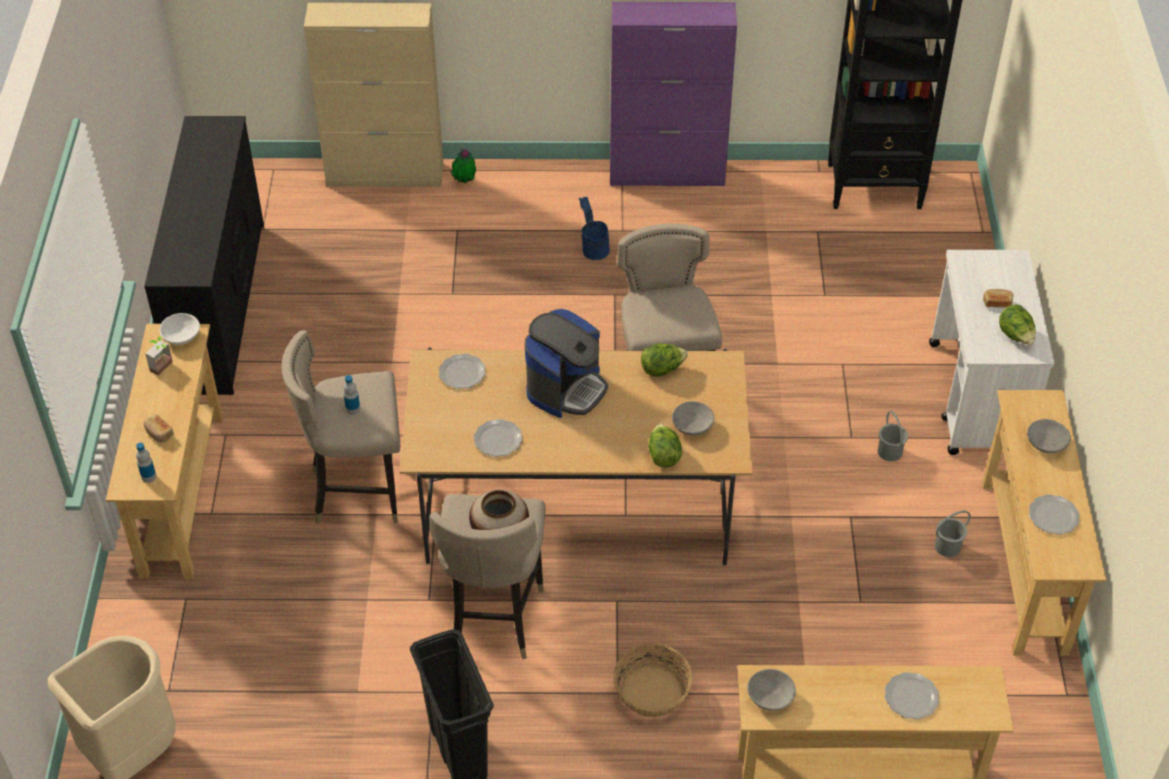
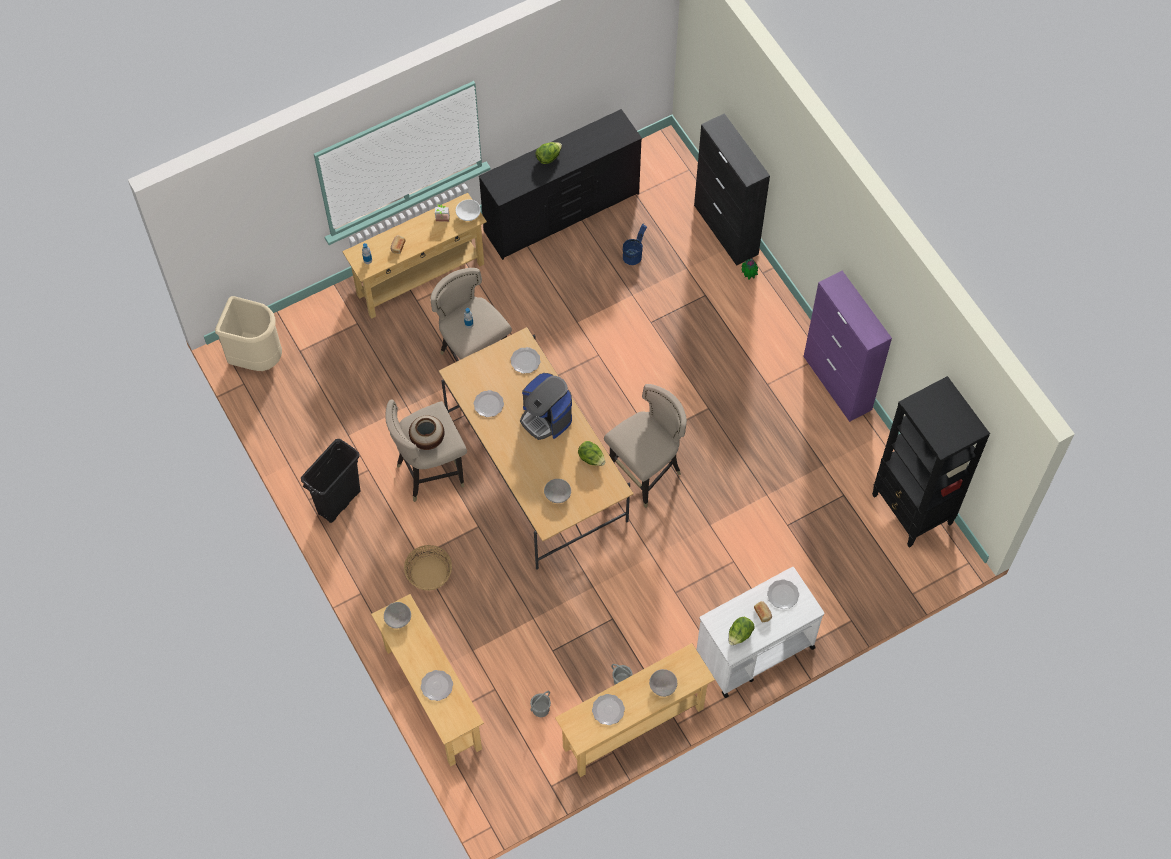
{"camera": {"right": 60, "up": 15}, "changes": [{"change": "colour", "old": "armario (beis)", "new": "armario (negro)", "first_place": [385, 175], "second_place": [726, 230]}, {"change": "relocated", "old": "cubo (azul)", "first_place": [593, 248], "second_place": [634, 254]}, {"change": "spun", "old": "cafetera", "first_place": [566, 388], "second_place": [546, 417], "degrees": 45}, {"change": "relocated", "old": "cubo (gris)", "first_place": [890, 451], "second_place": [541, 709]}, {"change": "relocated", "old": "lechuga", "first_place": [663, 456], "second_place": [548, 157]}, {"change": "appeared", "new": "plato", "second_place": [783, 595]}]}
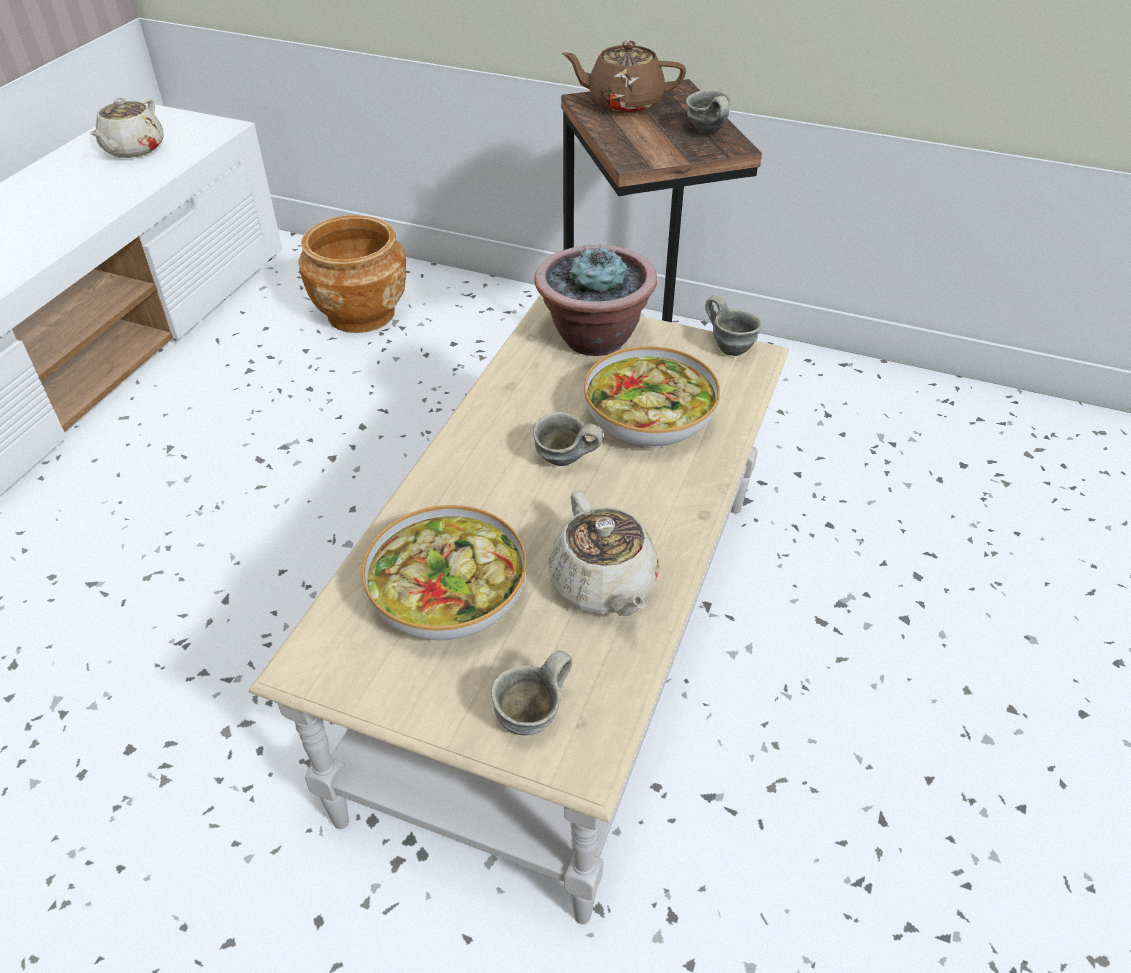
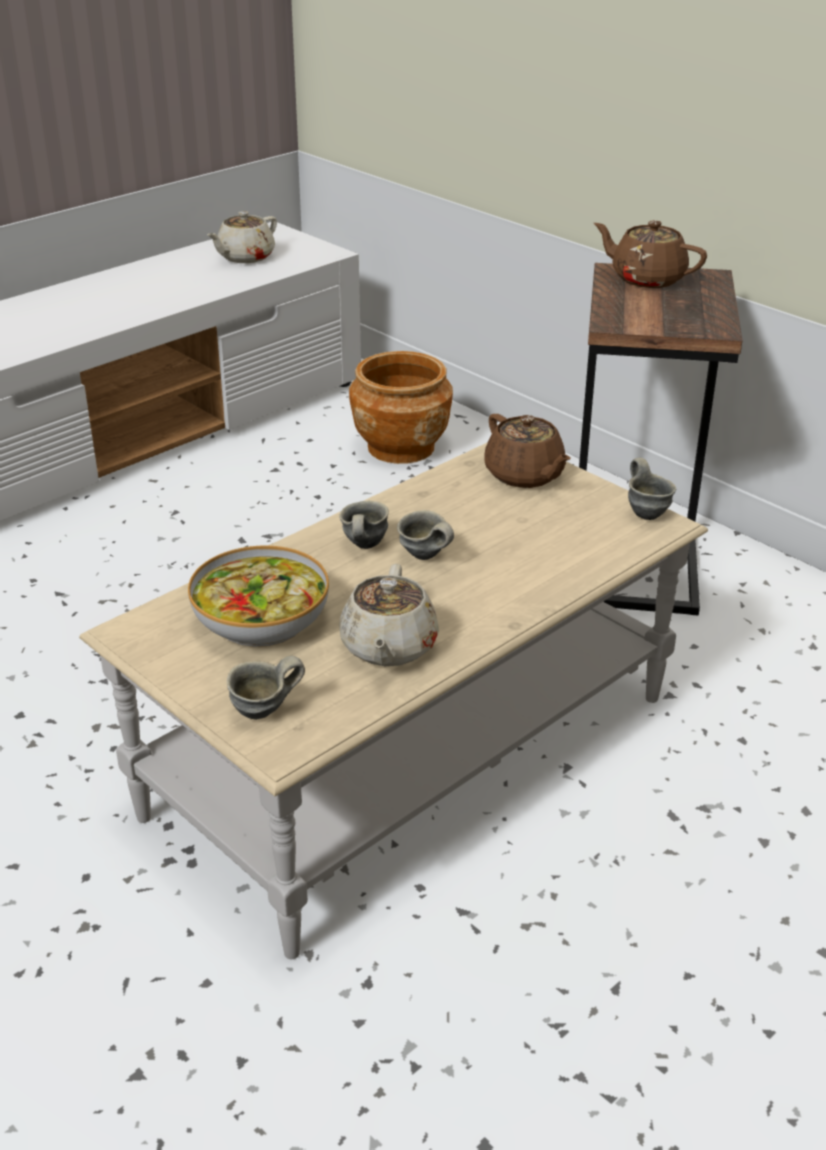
{"camera": {"right": 25, "up": -10}, "changes": [{"change": "relocated", "old": "taza grande (gris)", "first_place": [705, 133], "second_place": [361, 546]}, {"change": "exchanged", "old": "planta en maceta", "new": "tetera (marrón)", "first_place": [593, 337], "second_place": [525, 475]}, {"change": "missing", "old": "cuenco", "first_place": [649, 418]}]}
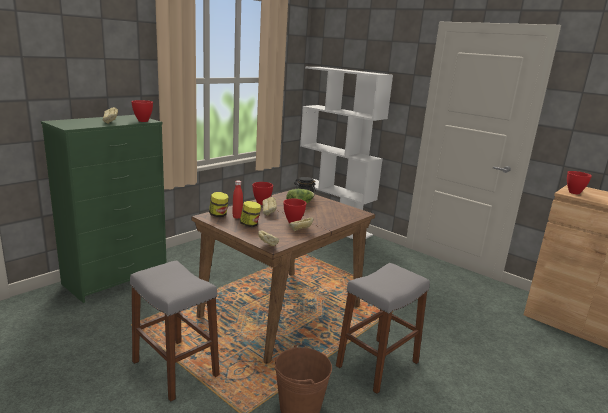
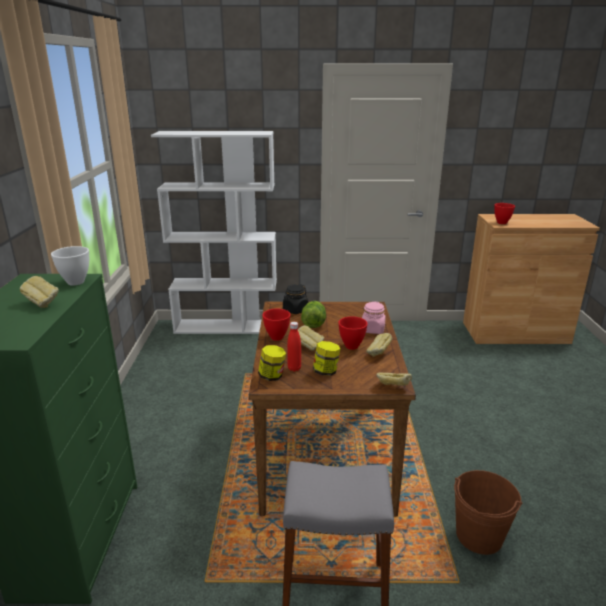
{"camera": {"right": -40, "up": 5}, "changes": [{"change": "colour", "old": "cuenco (rojo)", "new": "cuenco (blanco)", "first_place": [143, 121], "second_place": [76, 282]}, {"change": "missing", "old": "taburete (gris)", "first_place": [377, 364]}, {"change": "appeared", "new": "tarro (rosa)", "second_place": [373, 329]}]}
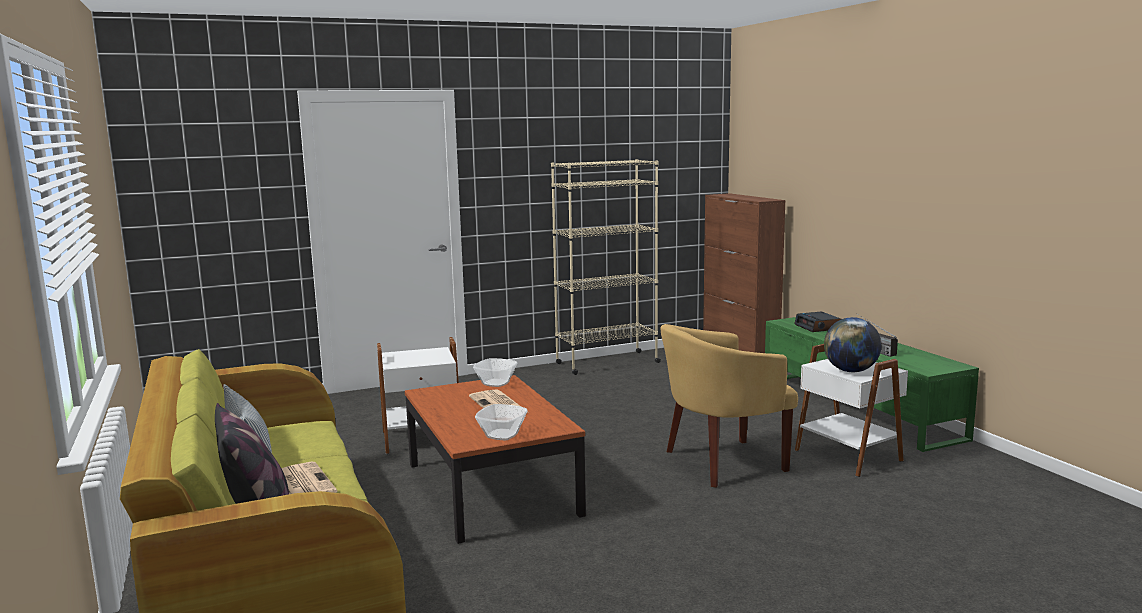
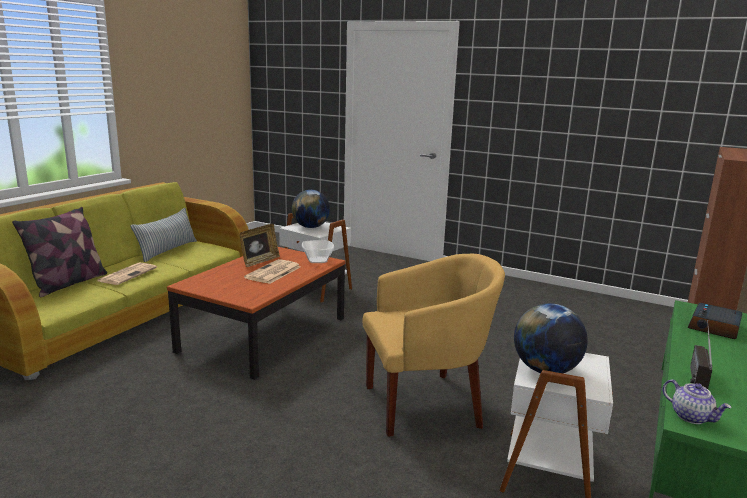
{"camera": {"right": 50, "up": 5}, "changes": [{"change": "missing", "old": "estantería (beis)", "first_place": [607, 363]}, {"change": "spun", "old": "sillón (amarillo)", "first_place": [721, 462], "second_place": [426, 404], "degrees": 135}, {"change": "missing", "old": "cuenco", "first_place": [501, 435]}, {"change": "appeared", "new": "globo terráqueo", "second_place": [310, 227]}, {"change": "appeared", "new": "portarretratos", "second_place": [259, 261]}, {"change": "appeared", "new": "tetera", "second_place": [691, 417]}]}
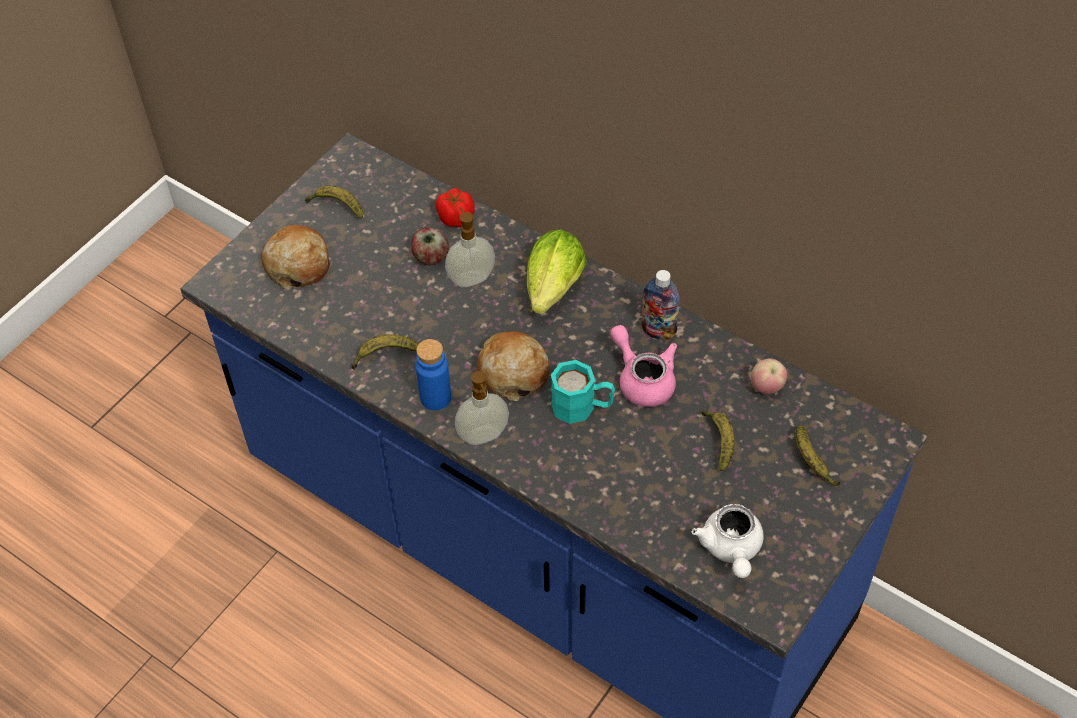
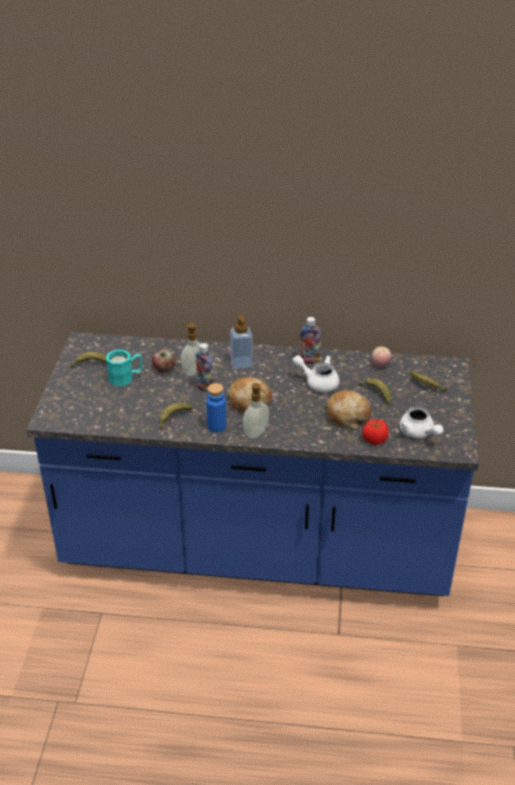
{"camera": {"right": -30, "up": -15}, "changes": [{"change": "relocated", "old": "tomate", "first_place": [455, 218], "second_place": [374, 439]}, {"change": "relocated", "old": "pan", "first_place": [298, 264], "second_place": [347, 415]}, {"change": "exchanged", "old": "lechuga", "new": "dispensador de jabón", "first_place": [552, 292], "second_place": [241, 363]}, {"change": "colour", "old": "tetera (rosa)", "new": "tetera (blanco)", "first_place": [643, 379], "second_place": [318, 382]}, {"change": "relocated", "old": "taza grande (turquesa)", "first_place": [582, 407], "second_place": [126, 377]}, {"change": "appeared", "new": "botella", "second_place": [205, 387]}]}
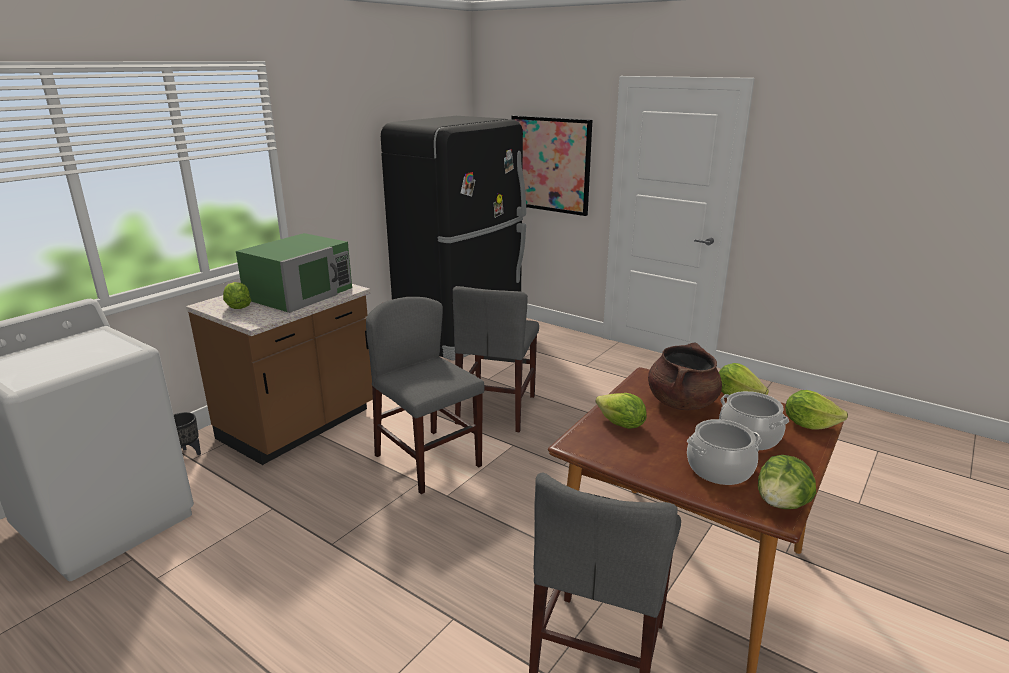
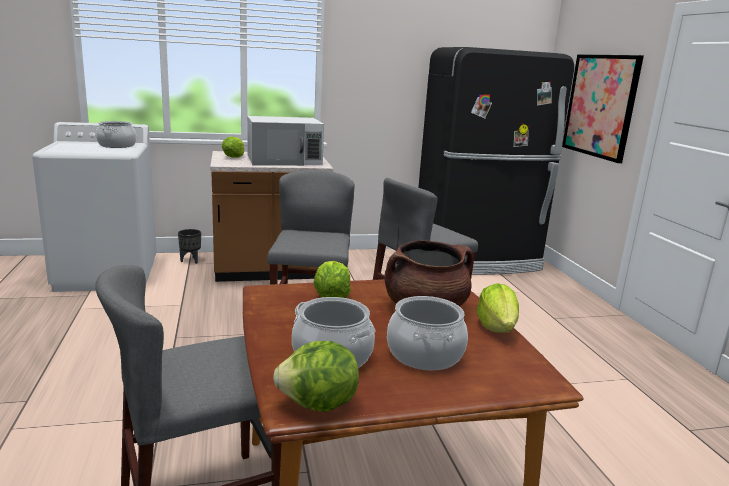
{"camera": {"right": 40, "up": -5}, "changes": [{"change": "colour", "old": "microondas (verde)", "new": "microondas (blanco)", "first_place": [300, 293], "second_place": [284, 160]}, {"change": "missing", "old": "lechuga", "first_place": [809, 425]}, {"change": "appeared", "new": "olla", "second_place": [117, 145]}]}
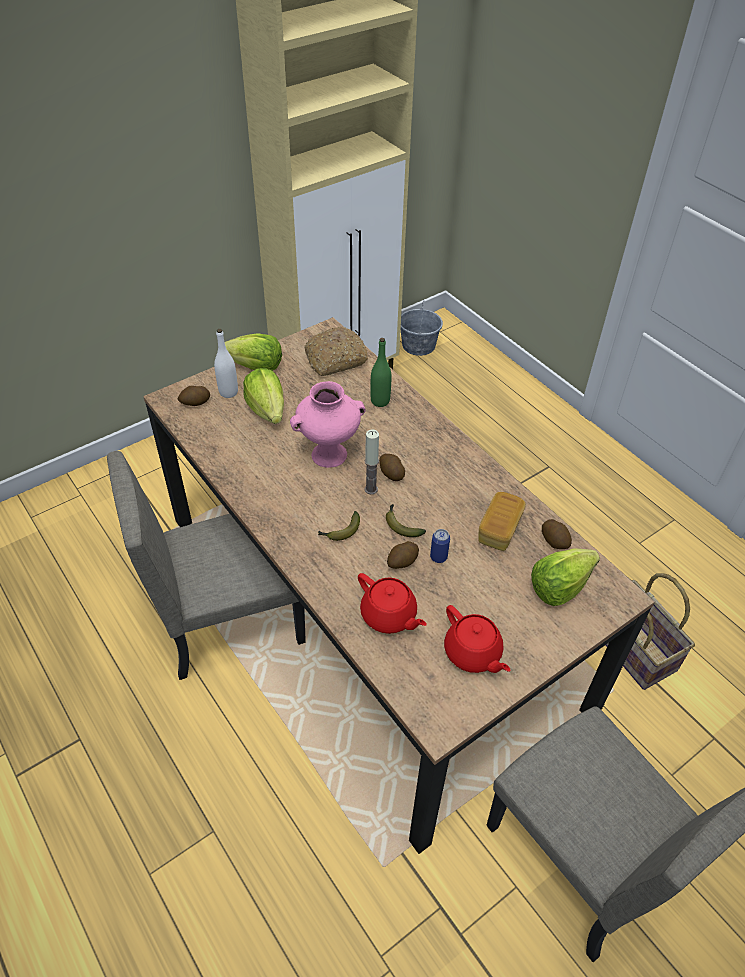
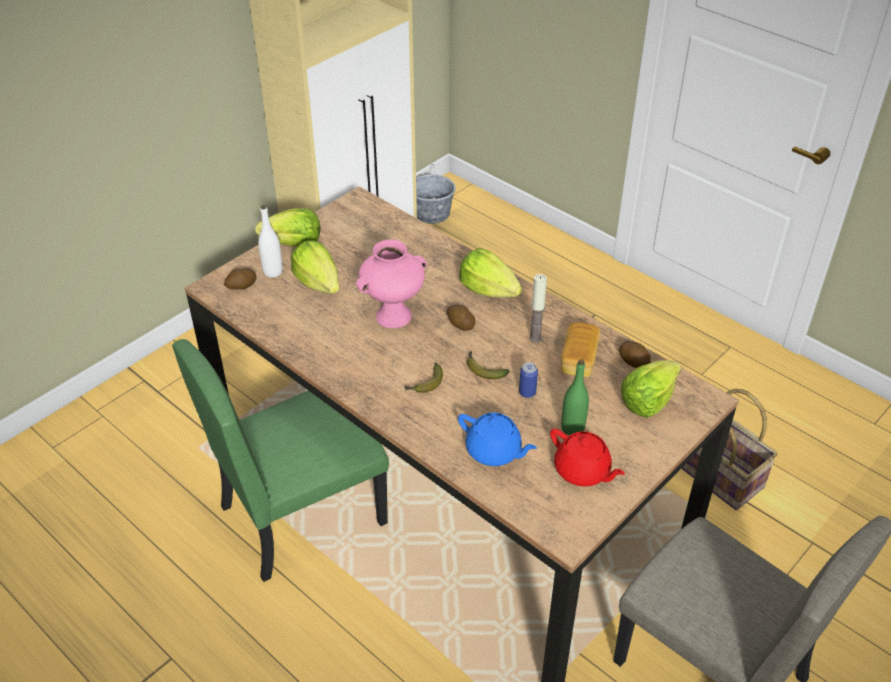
{"camera": {"right": -10, "up": -5}, "changes": [{"change": "missing", "old": "pan", "first_place": [335, 359]}, {"change": "relocated", "old": "botella (verde)", "first_place": [380, 401], "second_place": [572, 428]}, {"change": "relocated", "old": "vela", "first_place": [371, 489], "second_place": [535, 337]}, {"change": "colour", "old": "silla (beis)", "new": "silla (verde)", "first_place": [231, 619], "second_place": [302, 513]}, {"change": "missing", "old": "patata", "first_place": [402, 562]}, {"change": "colour", "old": "tetera (rojo)", "new": "tetera (azul)", "first_place": [389, 615], "second_place": [494, 451]}, {"change": "appeared", "new": "lechuga", "second_place": [488, 290]}]}
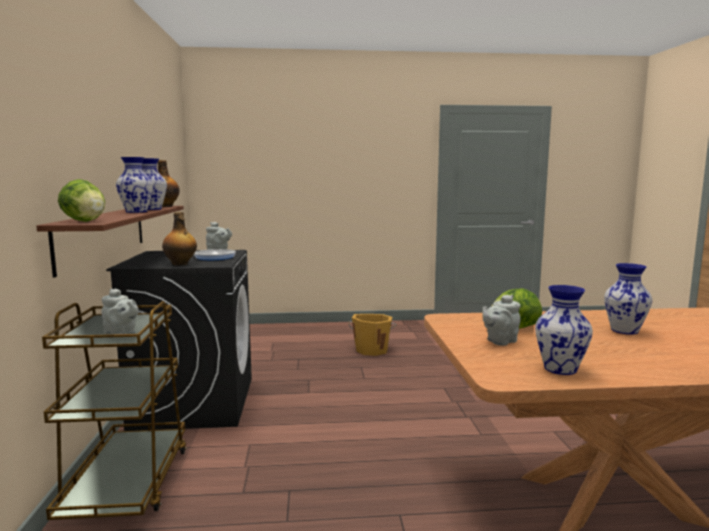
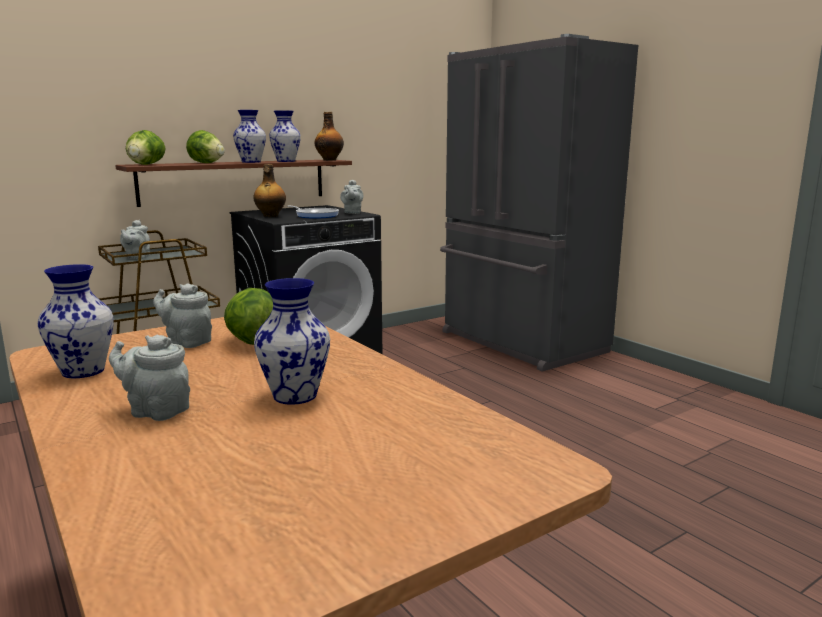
{"camera": {"right": 60, "up": 5}, "changes": [{"change": "missing", "old": "cubo (naranja)", "first_place": [372, 350]}, {"change": "appeared", "new": "nevera (gris)", "second_place": [520, 343]}, {"change": "appeared", "new": "lechuga", "second_place": [206, 163]}, {"change": "appeared", "new": "tetera (gris)", "second_place": [156, 411]}]}
